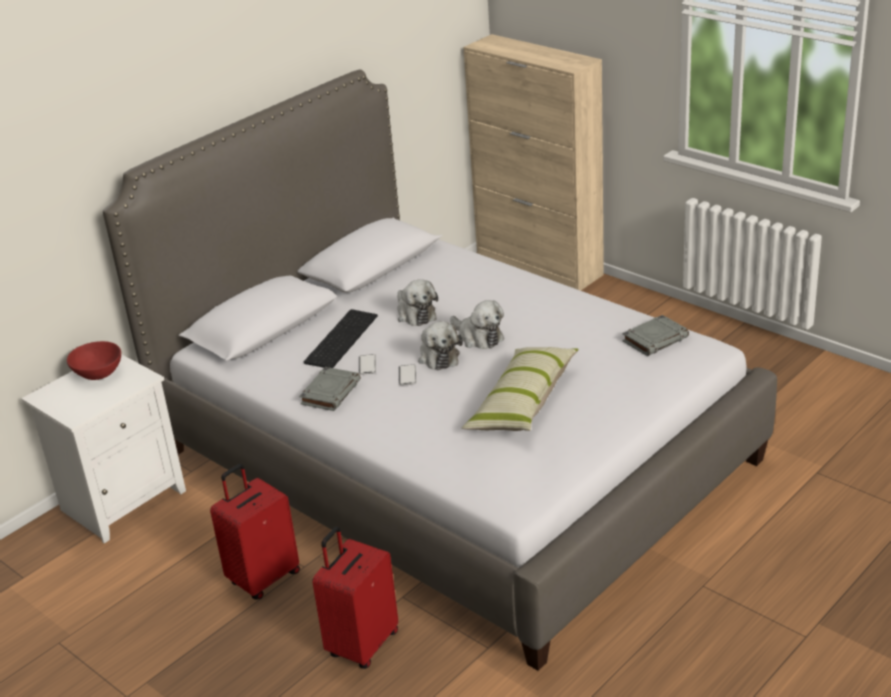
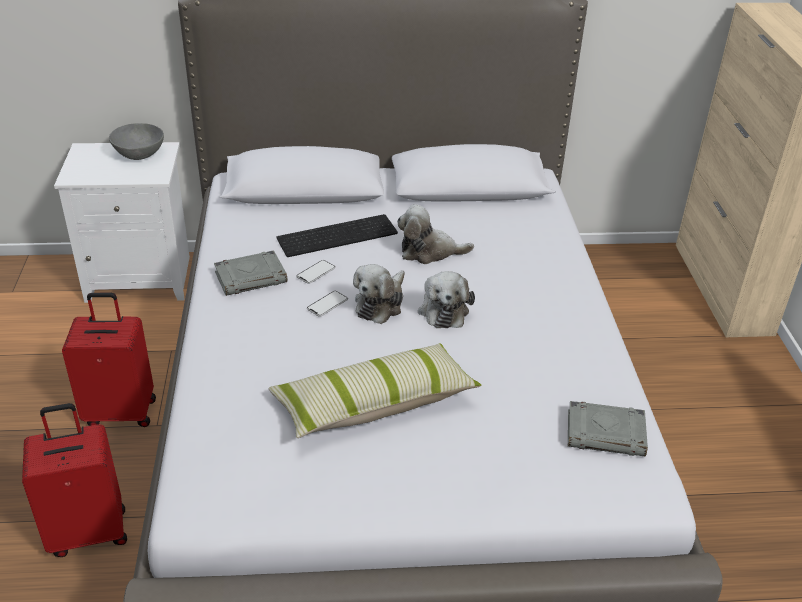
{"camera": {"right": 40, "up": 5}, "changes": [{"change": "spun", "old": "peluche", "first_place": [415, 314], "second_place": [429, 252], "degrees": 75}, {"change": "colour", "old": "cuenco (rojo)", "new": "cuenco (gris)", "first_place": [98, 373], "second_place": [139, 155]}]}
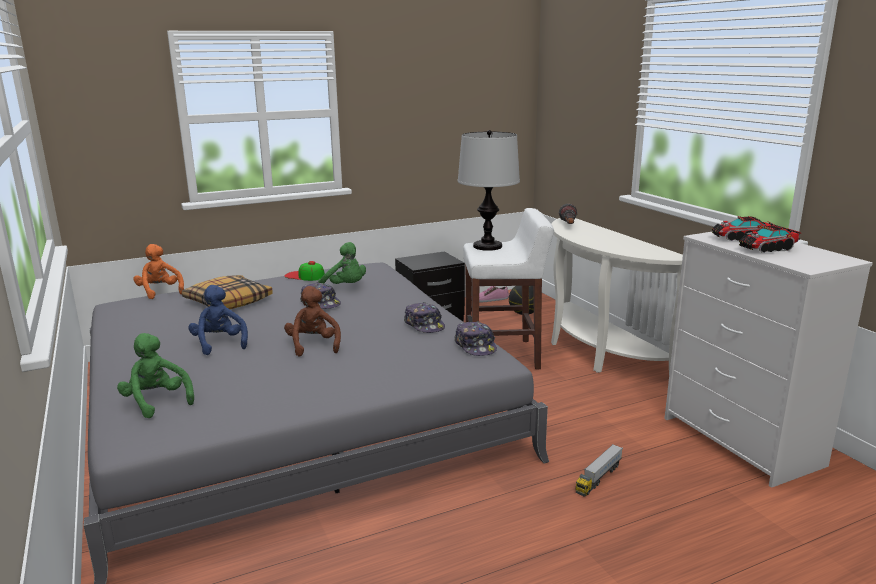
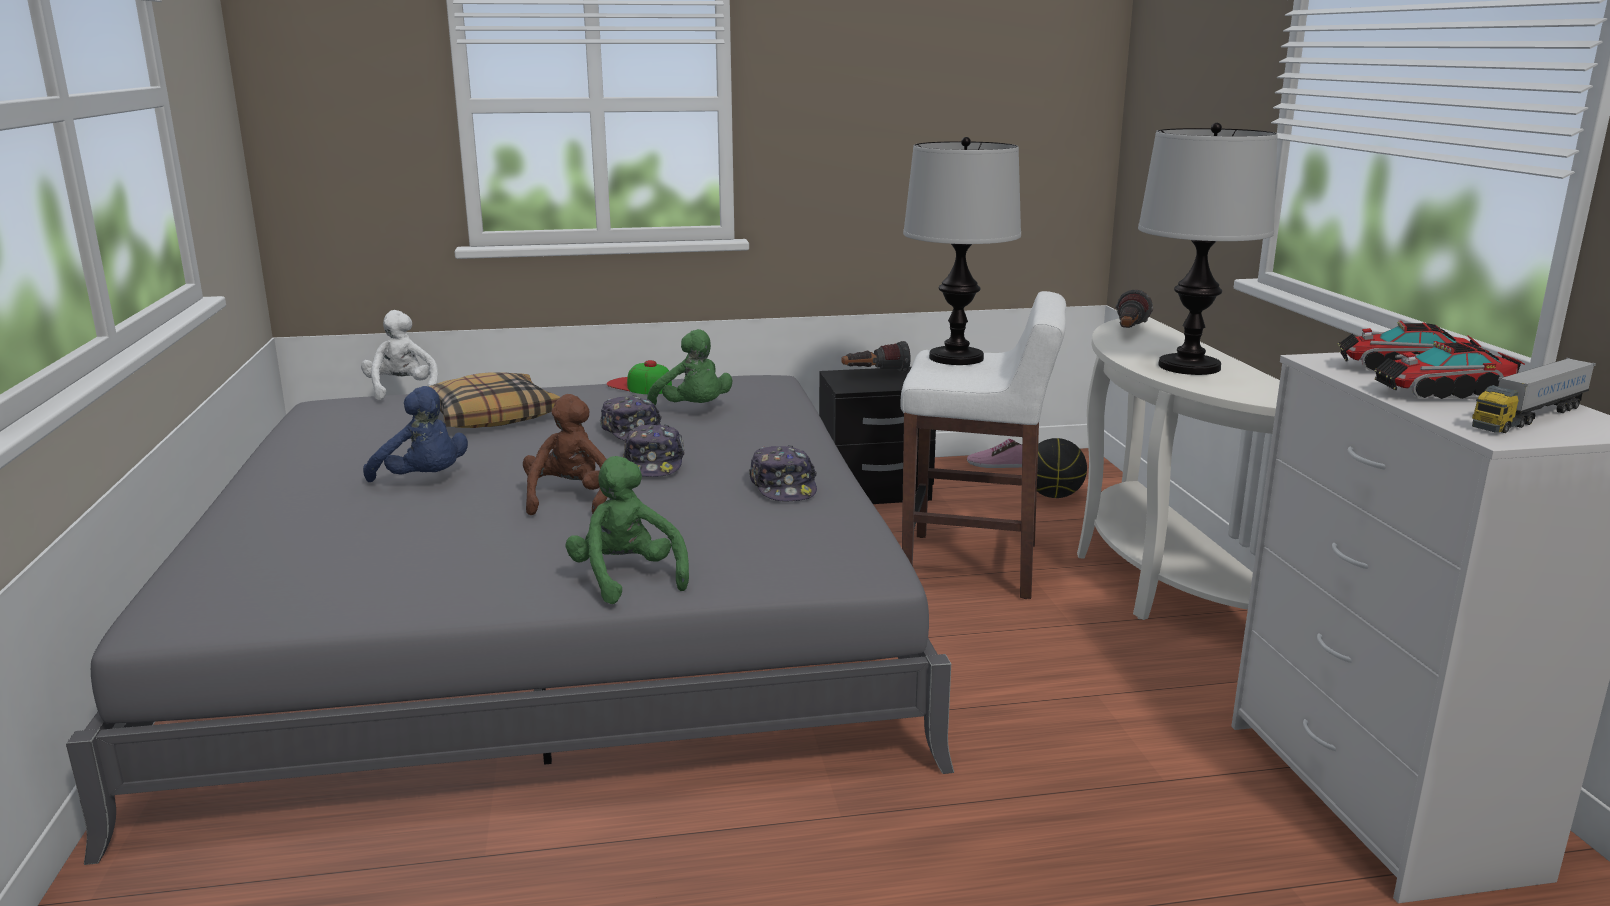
{"camera": {"right": 15, "up": 0}, "changes": [{"change": "colour", "old": "peluche (naranja)", "new": "peluche (blanco)", "first_place": [160, 292], "second_place": [402, 391]}, {"change": "spun", "old": "peluche (azul)", "first_place": [219, 344], "second_place": [424, 480], "degrees": 135}, {"change": "relocated", "old": "gorra", "first_place": [475, 346], "second_place": [654, 464]}, {"change": "relocated", "old": "peluche (verde)", "first_place": [157, 402], "second_place": [627, 578]}, {"change": "relocated", "old": "camión de juguete", "first_place": [598, 478], "second_place": [1529, 417]}, {"change": "appeared", "new": "lámpara de mesa", "second_place": [1190, 366]}, {"change": "appeared", "new": "linterna", "second_place": [875, 373]}]}
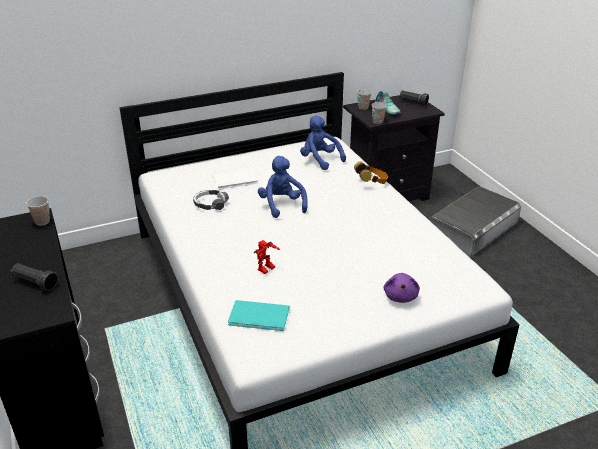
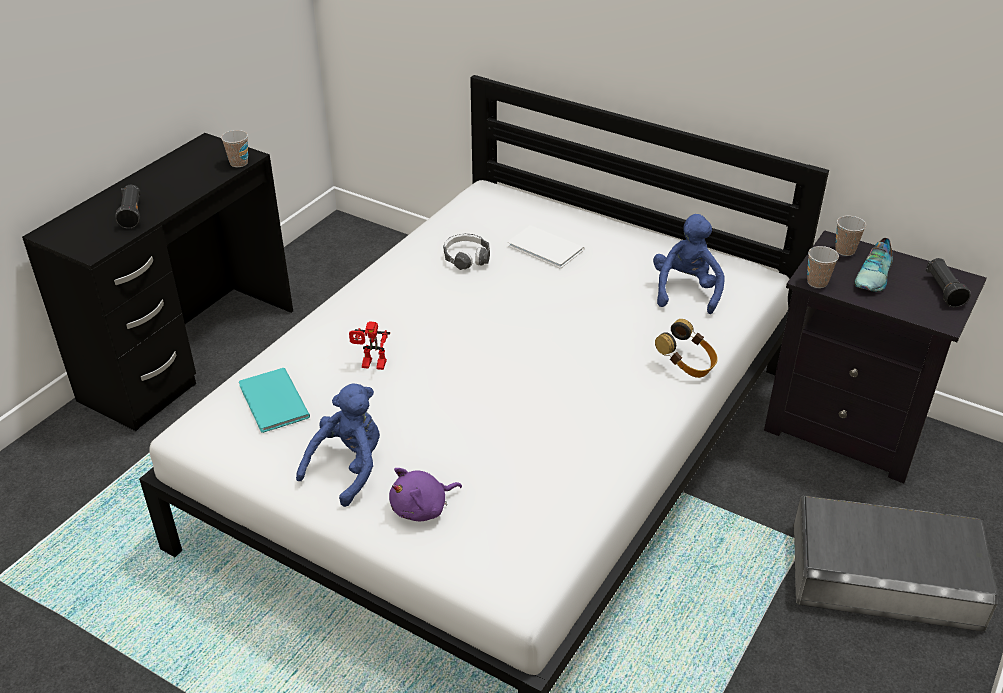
{"camera": {"right": 55, "up": 5}, "changes": [{"change": "relocated", "old": "peluche (azul)", "first_place": [282, 205], "second_place": [348, 468]}]}
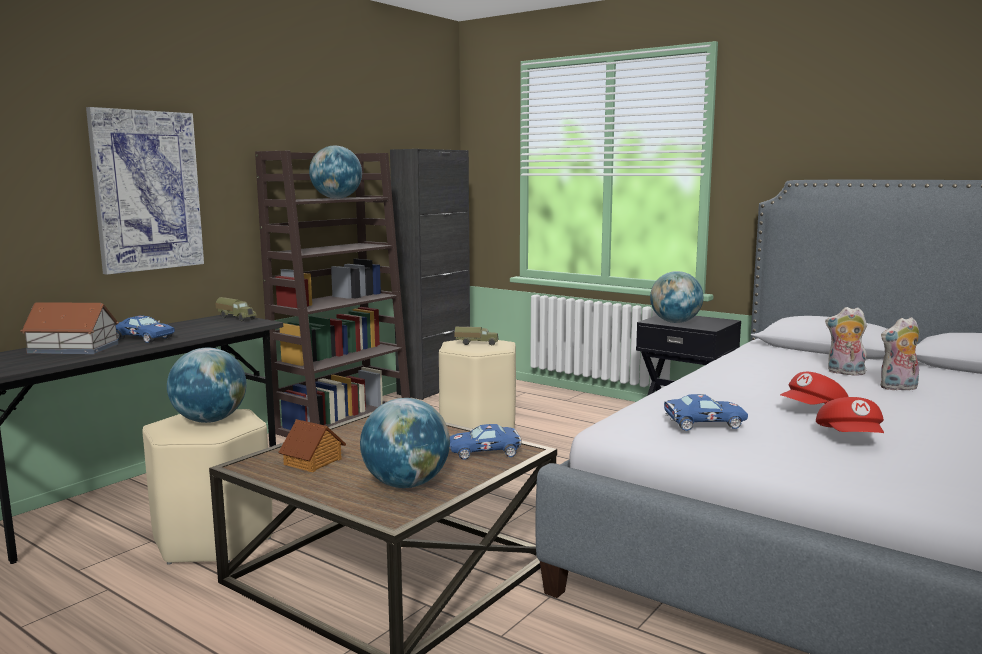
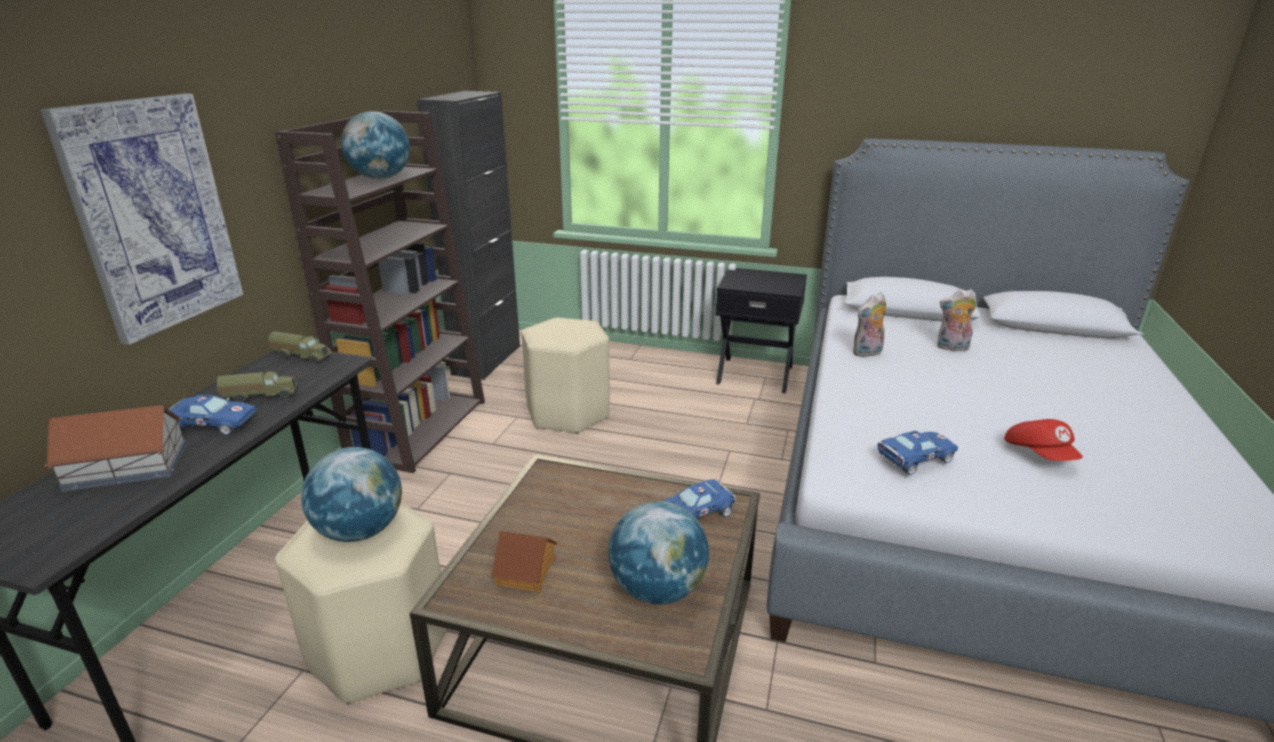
{"camera": {"right": -20, "up": 15}, "changes": [{"change": "missing", "old": "globo terráqueo", "first_place": [675, 322]}, {"change": "relocated", "old": "peluche", "first_place": [898, 388], "second_place": [867, 353]}, {"change": "relocated", "old": "camión de juguete", "first_place": [476, 343], "second_place": [261, 397]}, {"change": "missing", "old": "gorra (rojo)", "first_place": [813, 410]}]}
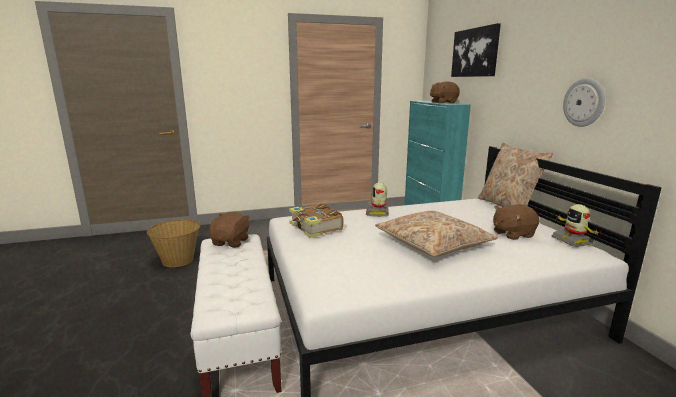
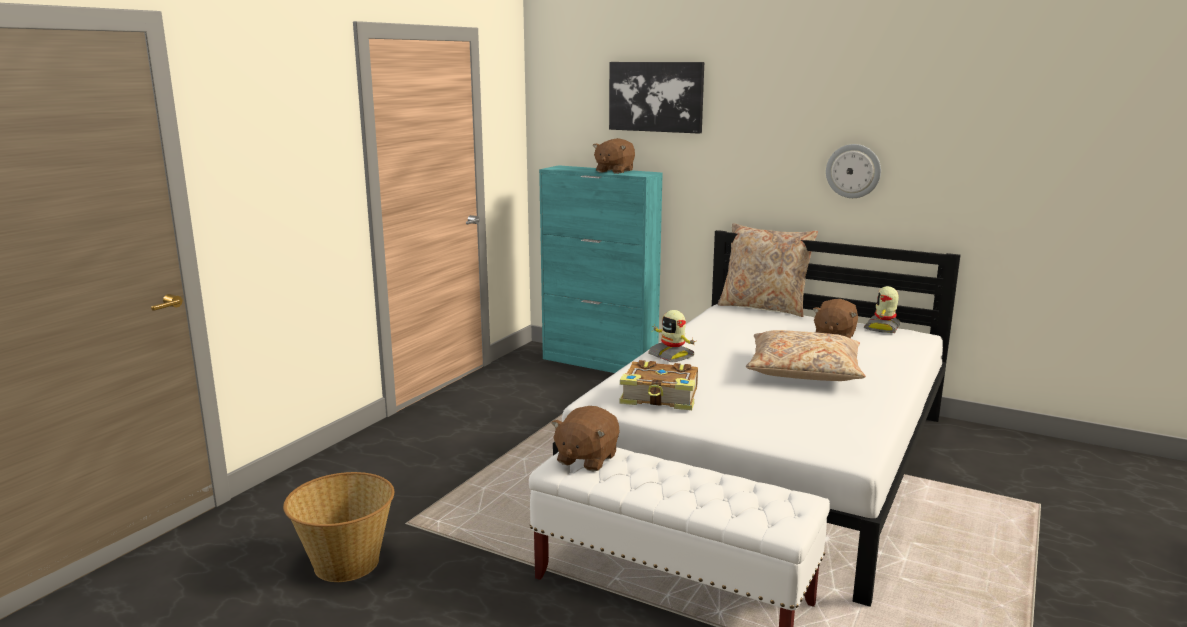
{"camera": {"right": -45, "up": 0}, "changes": [{"change": "spun", "old": "robot de juguete", "first_place": [572, 241], "second_place": [883, 328], "degrees": 90}, {"change": "spun", "old": "peluche (marrón)", "first_place": [231, 242], "second_place": [586, 459], "degrees": -120}]}
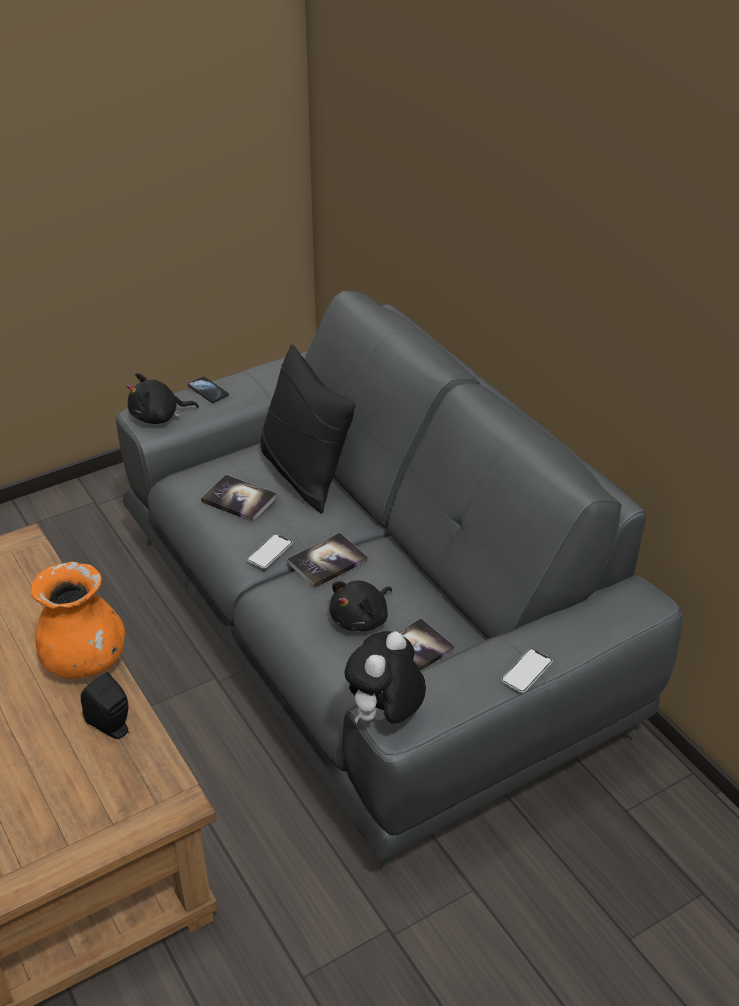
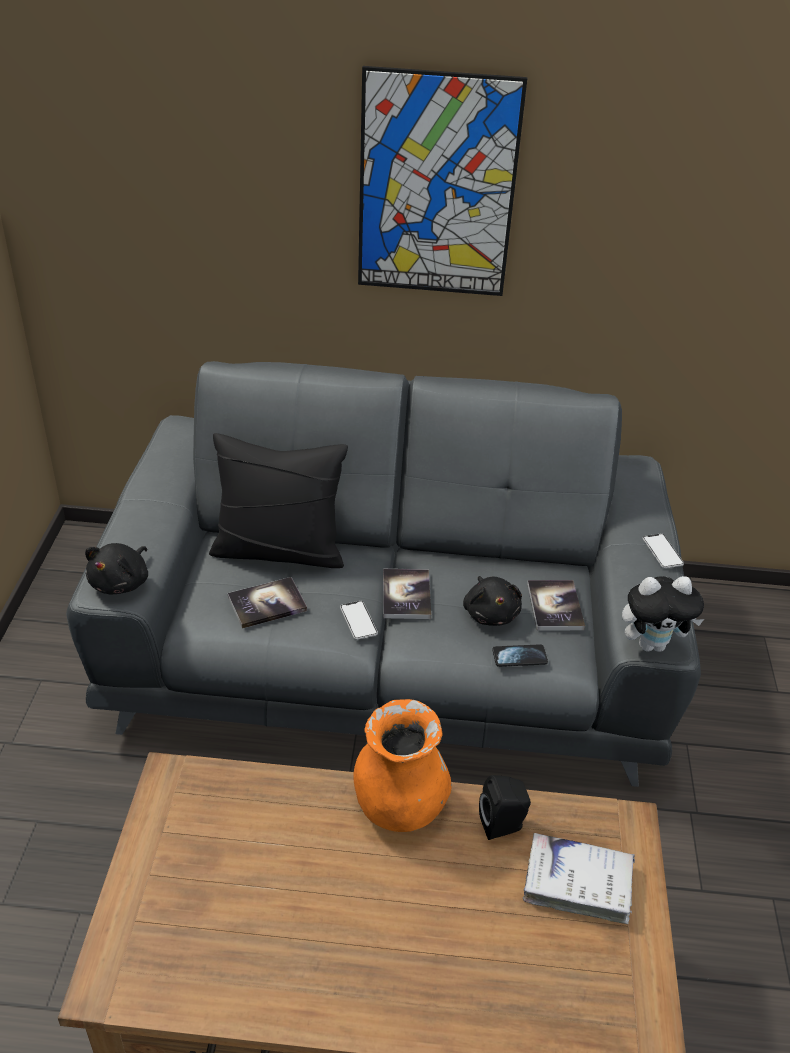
{"camera": {"right": -55, "up": 0}, "changes": [{"change": "relocated", "old": "móvil", "first_place": [208, 391], "second_place": [519, 657]}, {"change": "spun", "old": "peluche", "first_place": [384, 717], "second_place": [652, 644], "degrees": -75}, {"change": "appeared", "new": "cuadro", "second_place": [437, 187]}, {"change": "appeared", "new": "libro (blanco)", "second_place": [578, 883]}]}
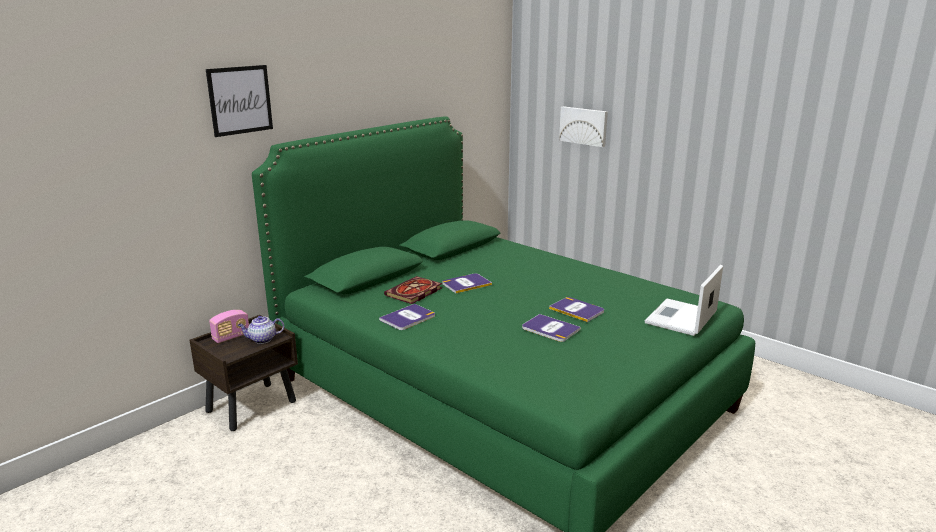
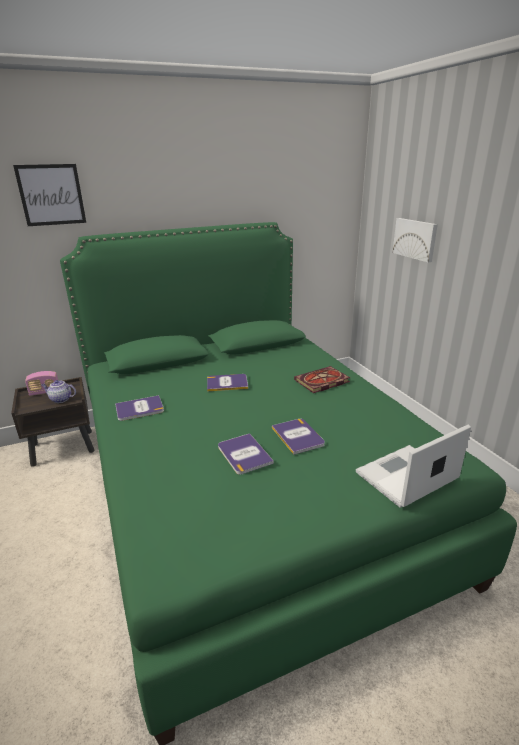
{"camera": {"right": 25, "up": 5}, "changes": [{"change": "relocated", "old": "libro", "first_place": [413, 293], "second_place": [321, 382]}]}
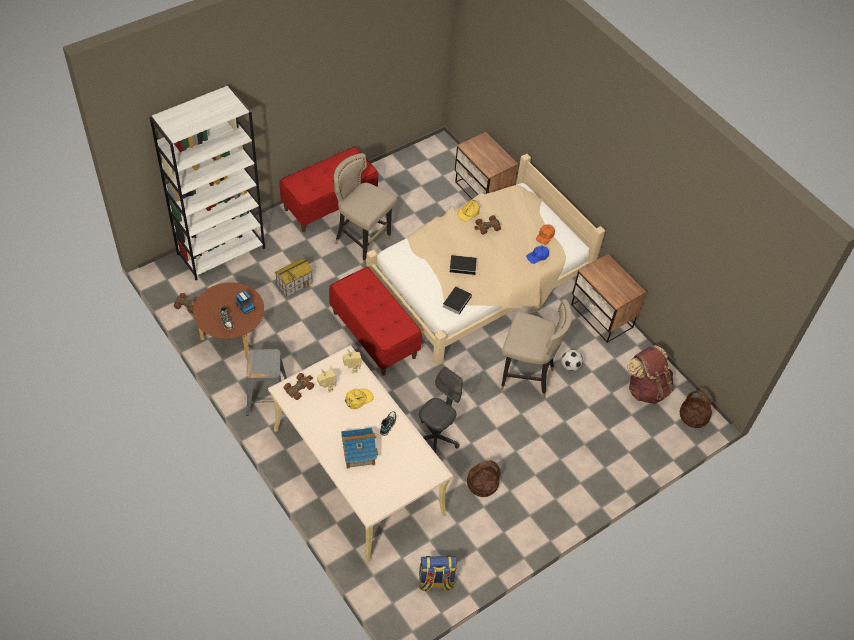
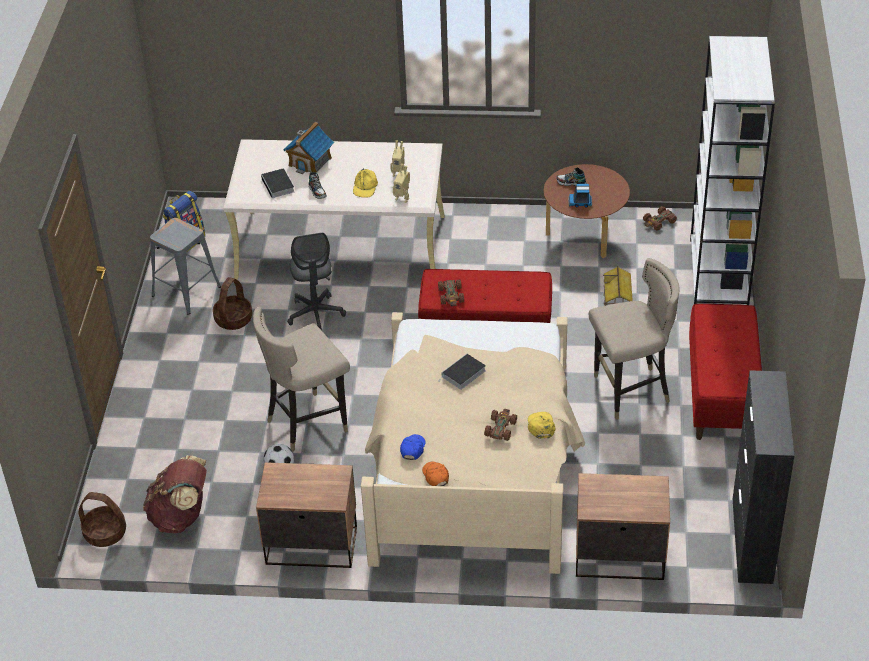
{"camera": {"right": 135, "up": -10}, "changes": [{"change": "relocated", "old": "libro", "first_place": [457, 301], "second_place": [278, 186]}, {"change": "relocated", "old": "taburete (gris)", "first_place": [268, 397], "second_place": [185, 291]}, {"change": "relocated", "old": "coche de juguete (marrón)", "first_place": [299, 388], "second_place": [451, 296]}, {"change": "appeared", "new": "armario (negro)", "second_place": [752, 541]}]}
